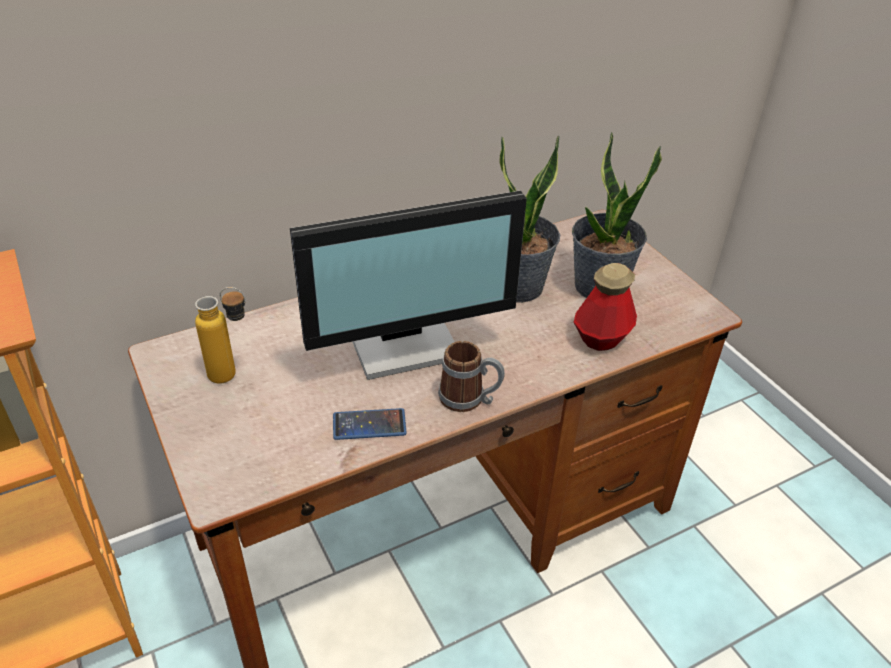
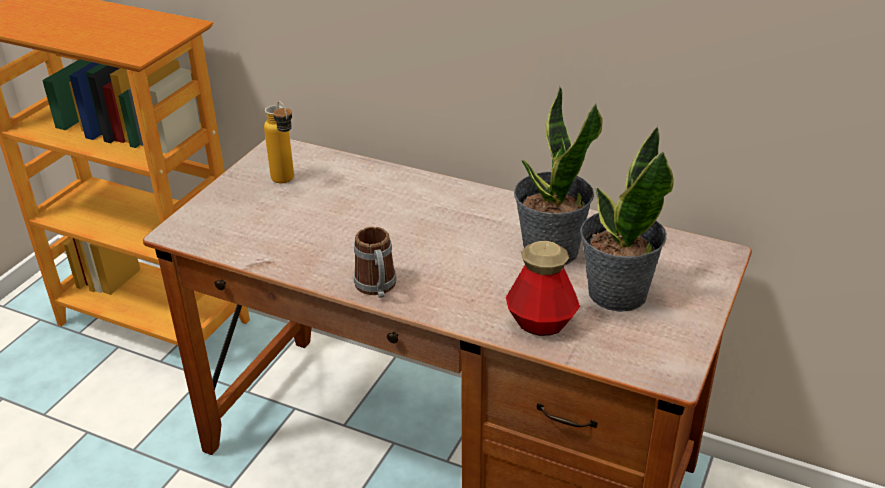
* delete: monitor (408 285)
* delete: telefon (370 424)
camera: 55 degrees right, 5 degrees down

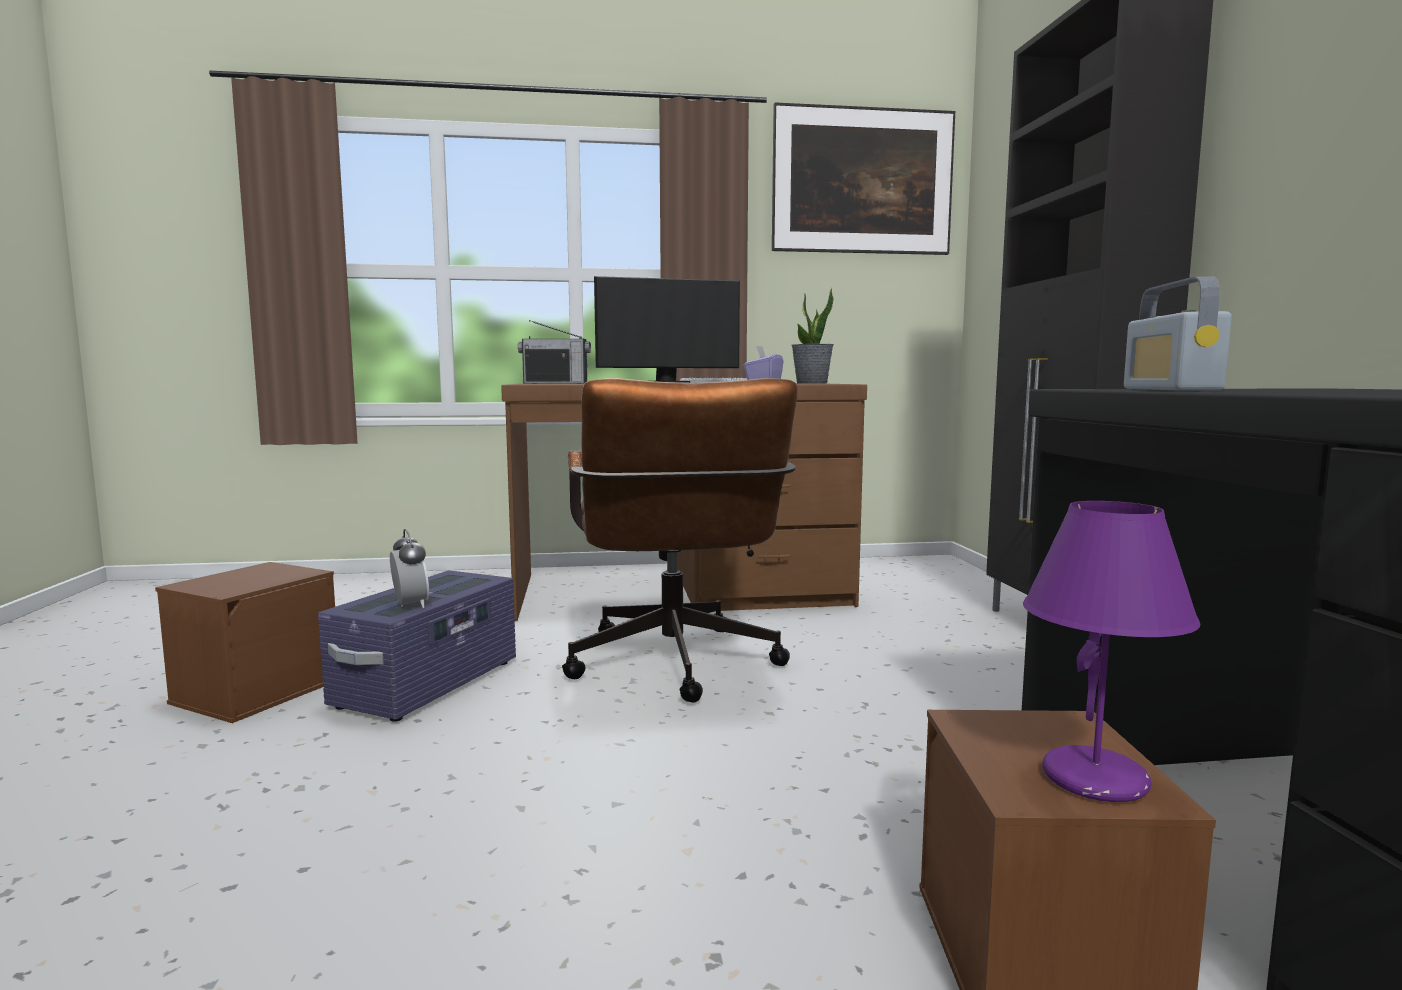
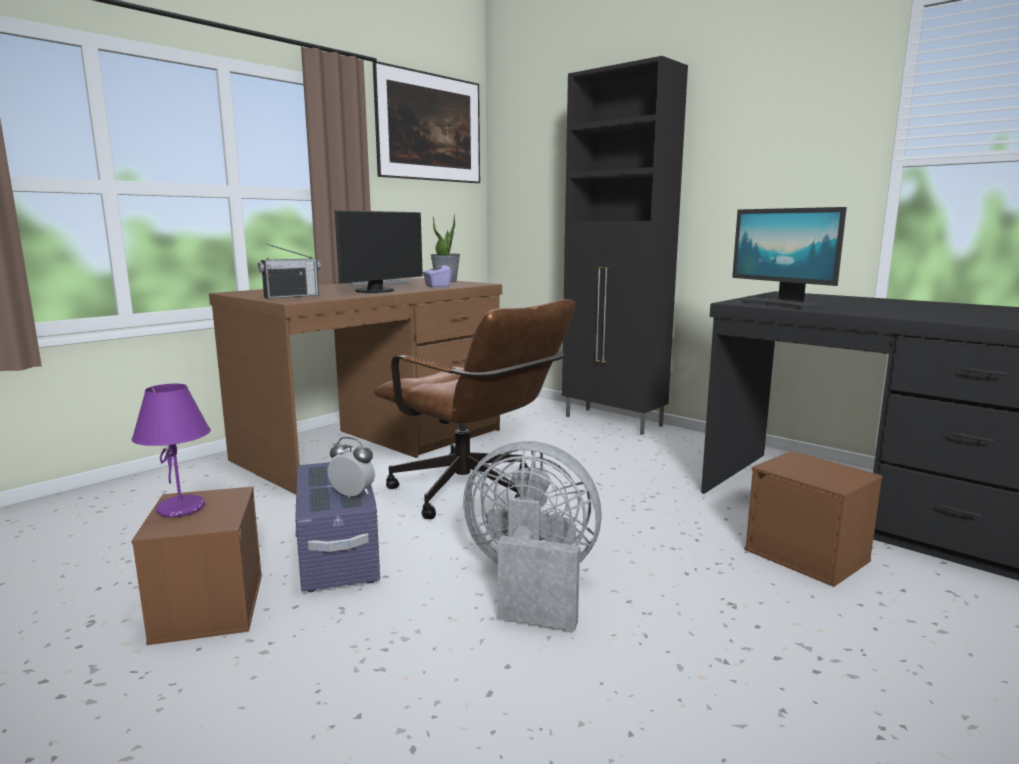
* move: lampa stołowa/fioletowy (1112 651) to (171 450)
* replace: radio (1178 334) to monitor (789 258)
* insert: wentylator/szary (532 536)
camera: 40 degrees left, 5 degrees up

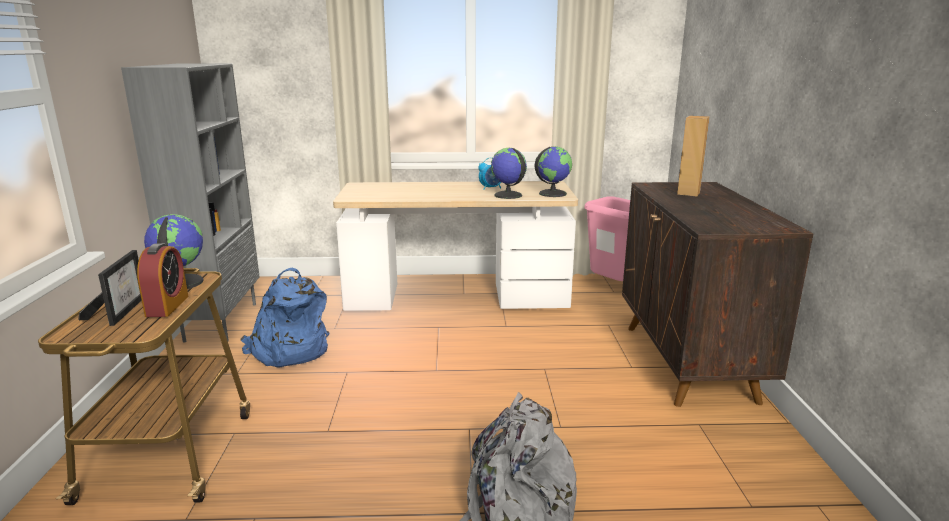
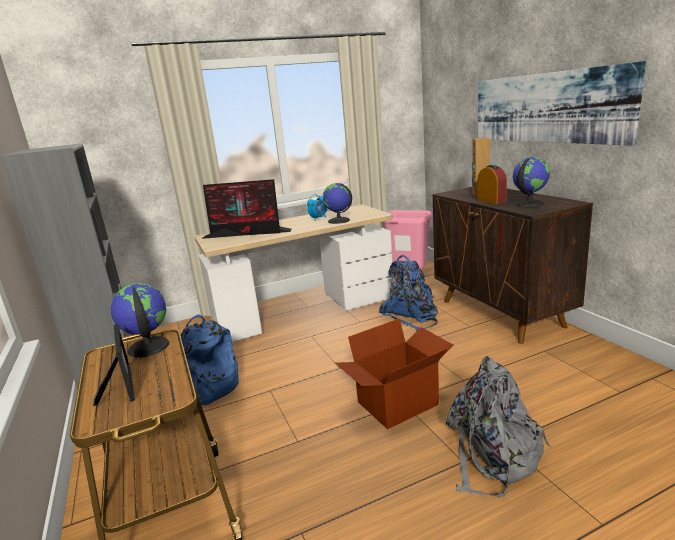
* move: budzik (162 280) to (492 184)
* move: globus (553 171) to (531 182)
* insert: monitor (247 209)
* insert: karton (394 374)
* insert: plecak/niebieski (408 293)
* insert: obraz (562 103)
camera: 20 degrees left, 0 degrees up

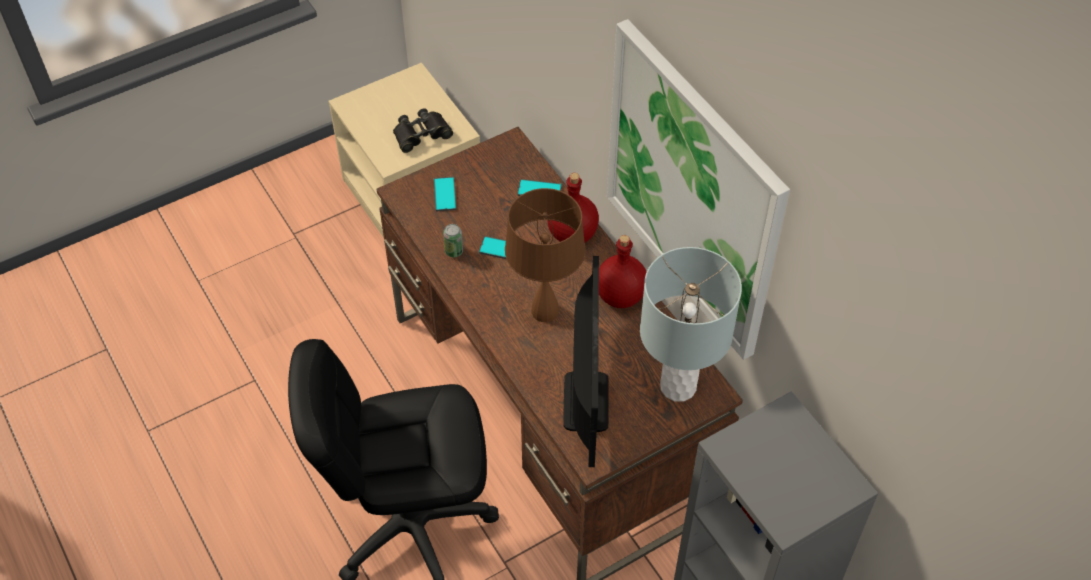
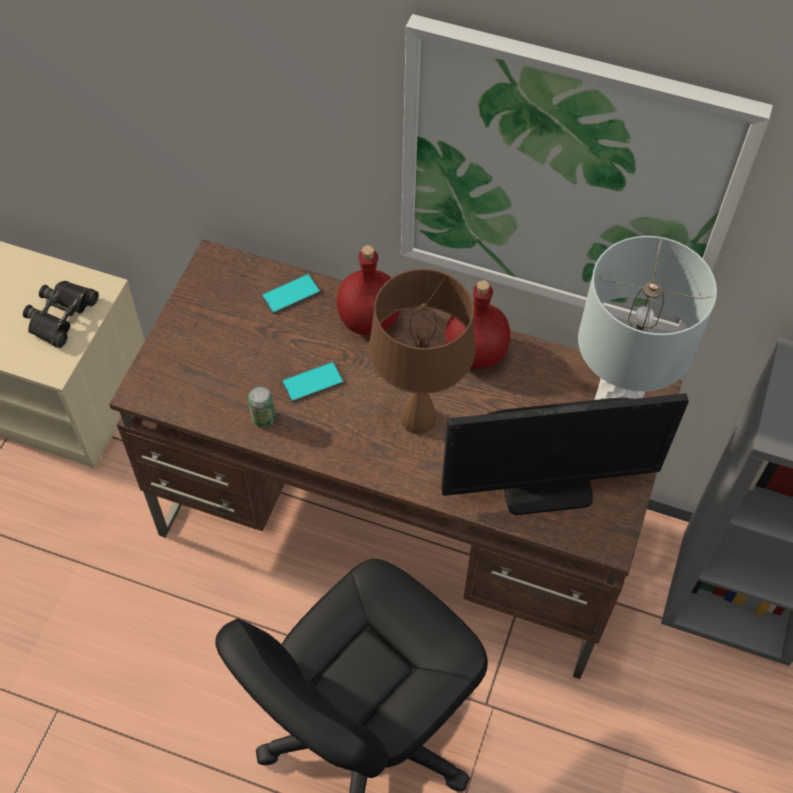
* delete: telefon (445 194)
* rotate: monitor (586 361) = (565 454) 120 degrees clockwise
camera: 40 degrees left, 5 degrees up

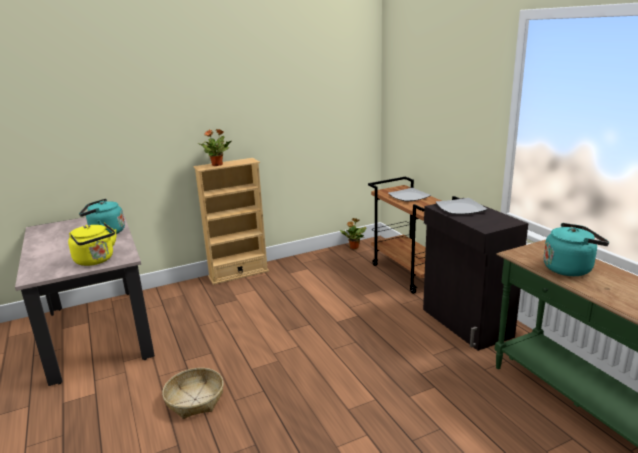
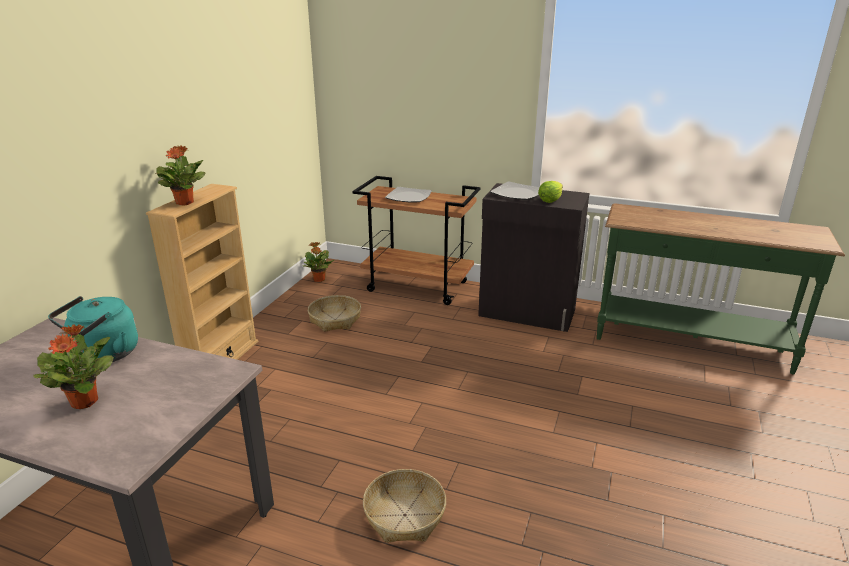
* delete: czajnik/żółty (92 244)
* delete: czajnik/turkusowy (576 249)
* insert: roślina doniczkowa (73 366)
* insert: koszyk (334 313)
* insert: sałata (550 192)
camera: 45 degrees left, 5 degrees up

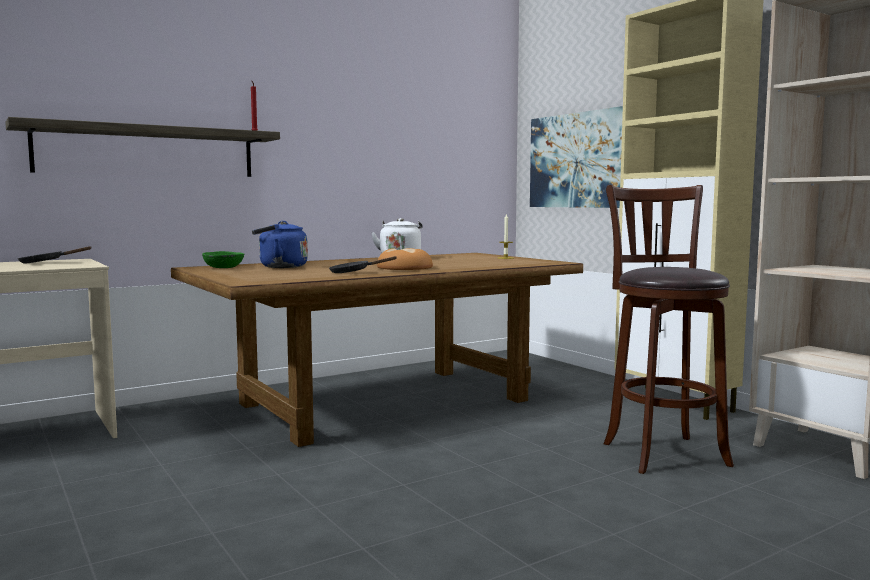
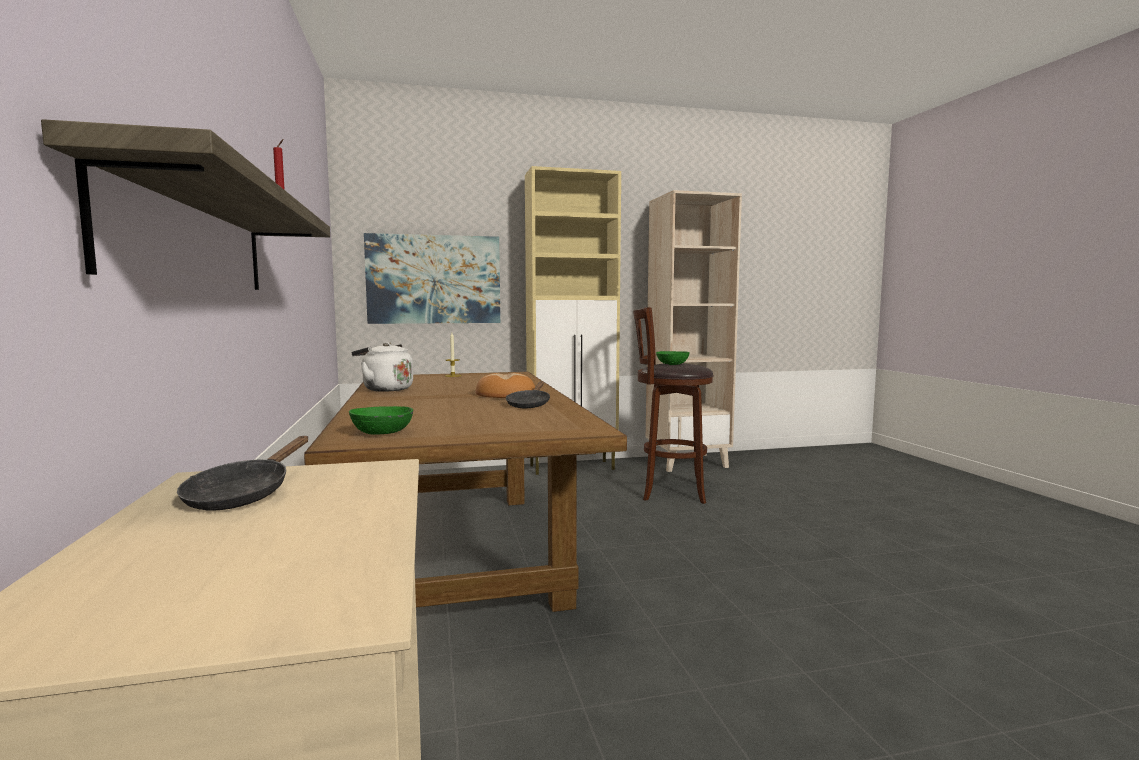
* delete: czajnik/niebieski (280 244)
* insert: miska/zielony (673 358)
camera: 70 degrees left, 0 degrees up

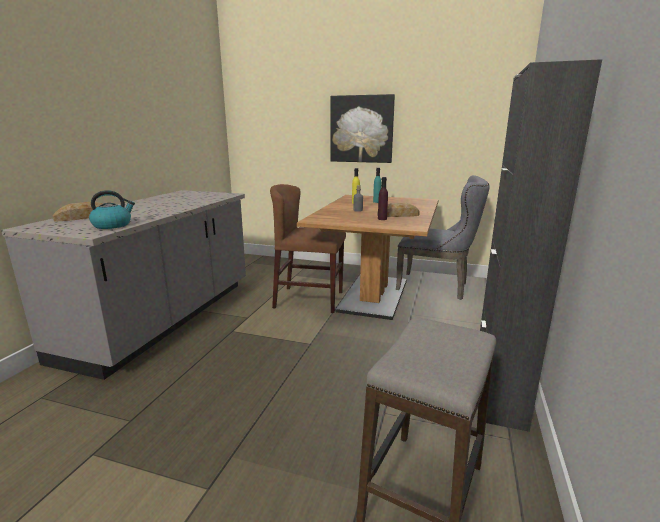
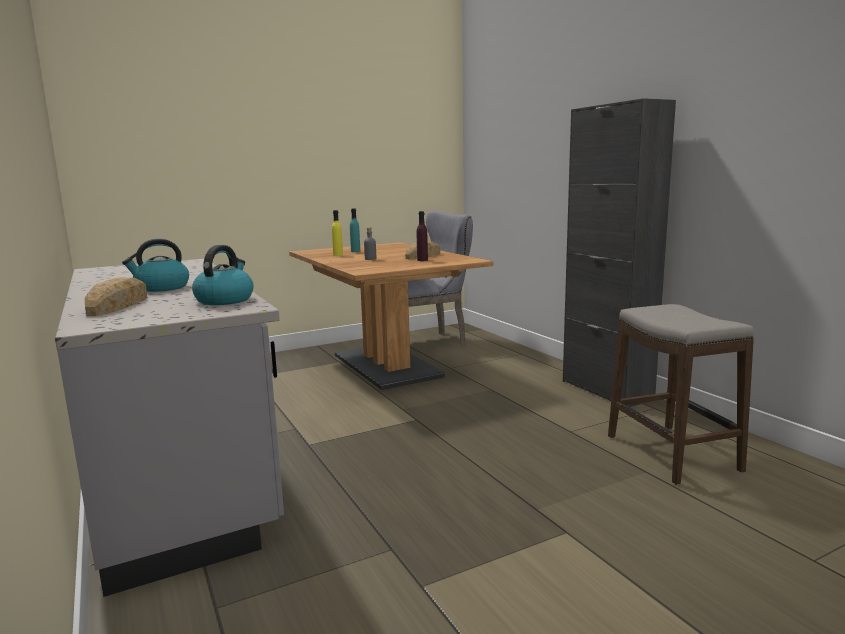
* delete: krzesło/brązowy (308 248)
* delete: obraz (362 128)
* insert: czajnik (155 265)
camera: 45 degrees left, 5 degrees down

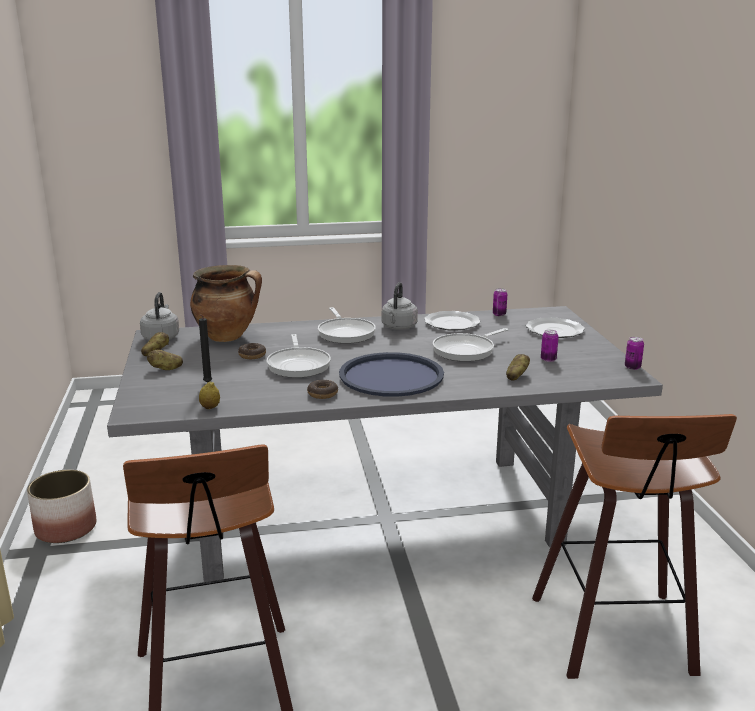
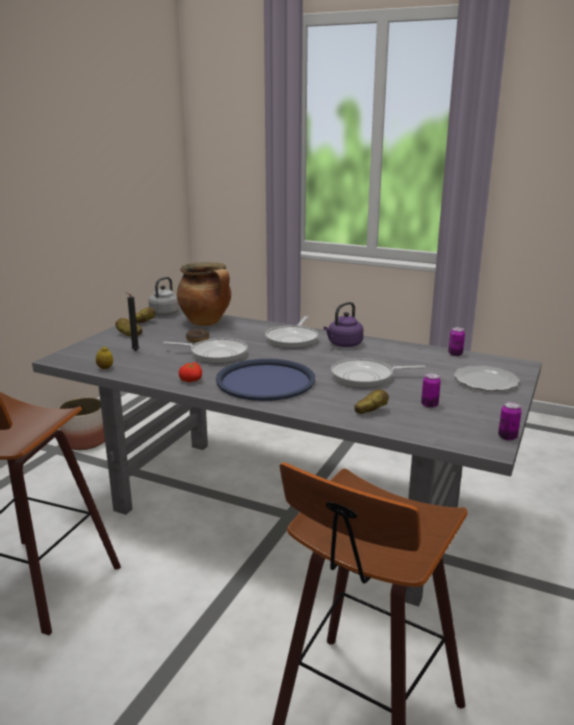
* rotate: patelnia (298 356) = (205 351) 105 degrees counterclockwise
* replace: donut (322 389) to pomidor (190 372)
* recolor: czajnik/szary (400 306) to czajnik/fioletowy (343 324)
* delete: talerz (452 321)
camera: 35 degrees right, 0 degrees up

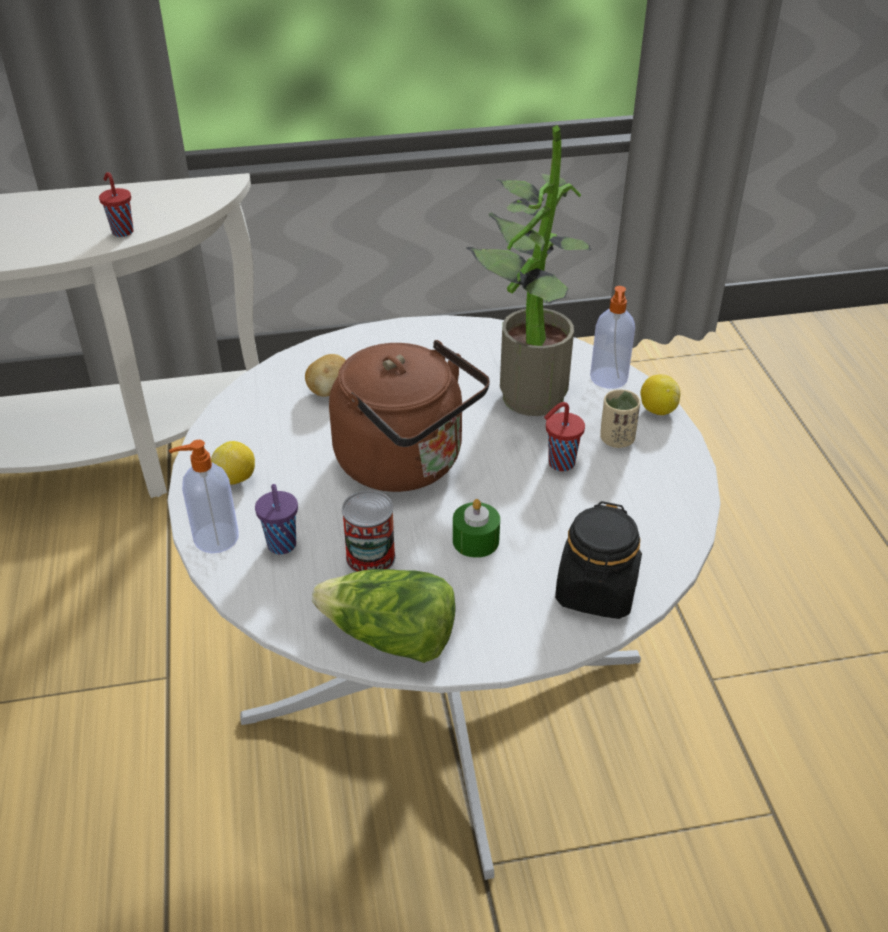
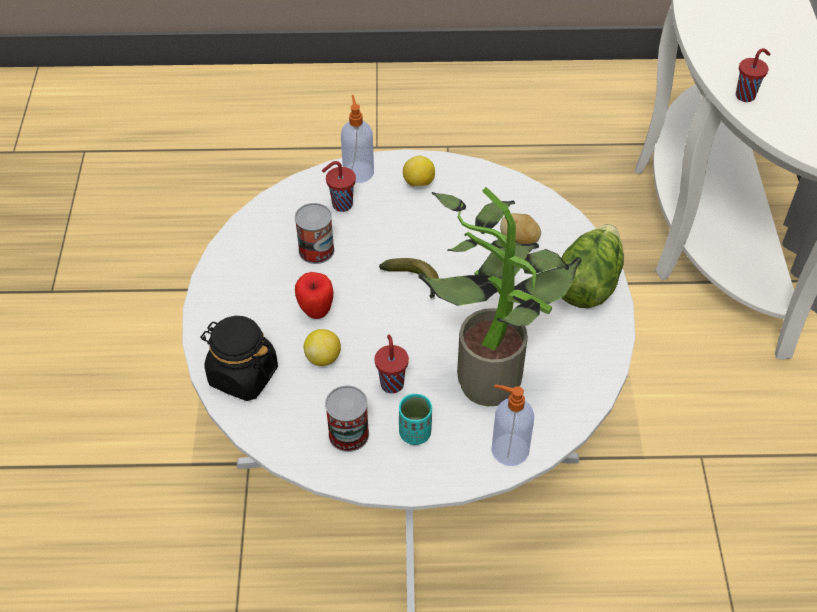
* recolor: filiżanka/fioletowy (276 519) to filiżanka/czerwony (339 186)
* move: sałata (383 616) to (593 266)
* replace: czajnik/brązowy (409 416) to banan (409 278)
* replace: świeca/zielony (476 528) to jabłko (314 295)
* recolor: filiżanka/beżowy (620 418) to filiżanka/turkusowy (415 419)
* move: cytryna (660 394) to (322 347)
* insert: puszka (347 419)
camera: 100 degrees right, 10 degrees up

